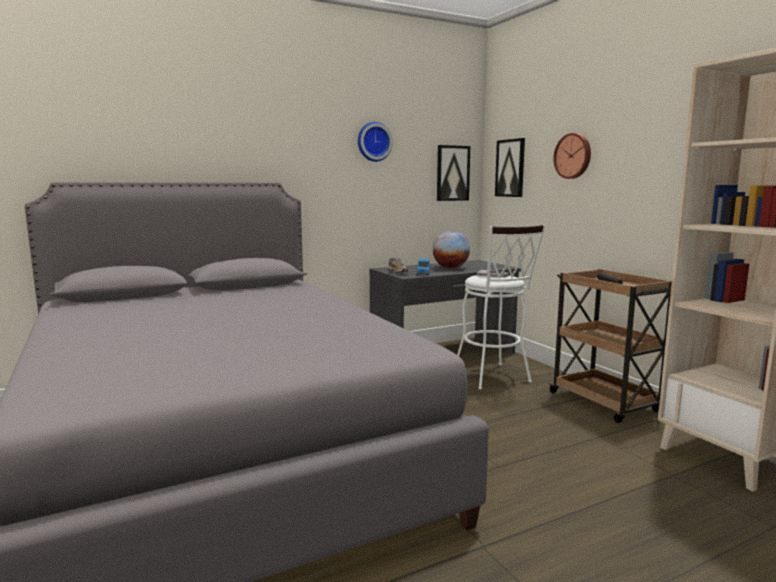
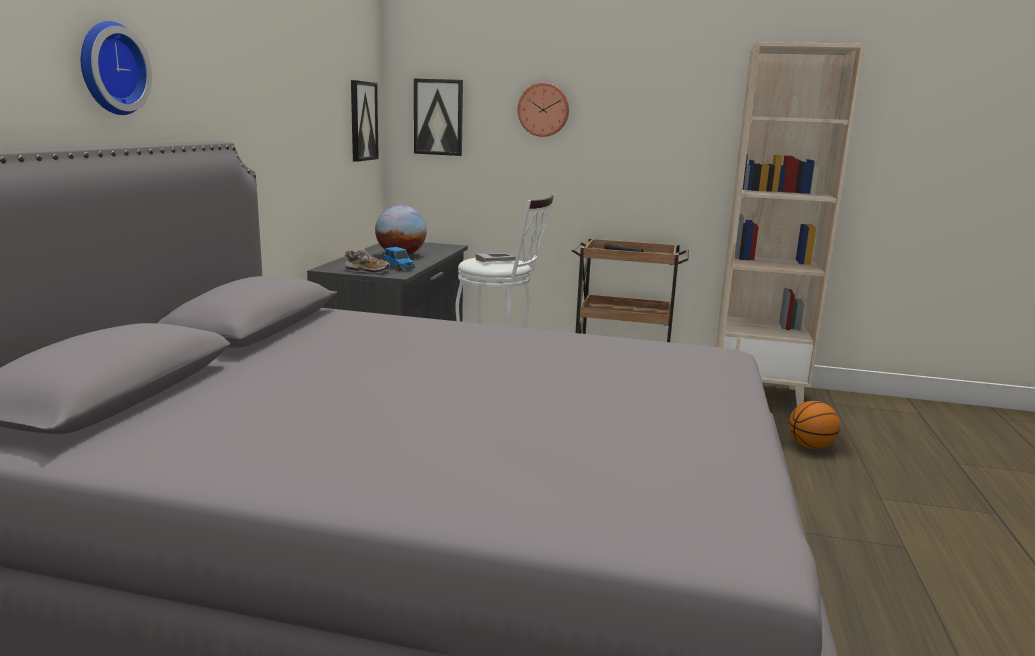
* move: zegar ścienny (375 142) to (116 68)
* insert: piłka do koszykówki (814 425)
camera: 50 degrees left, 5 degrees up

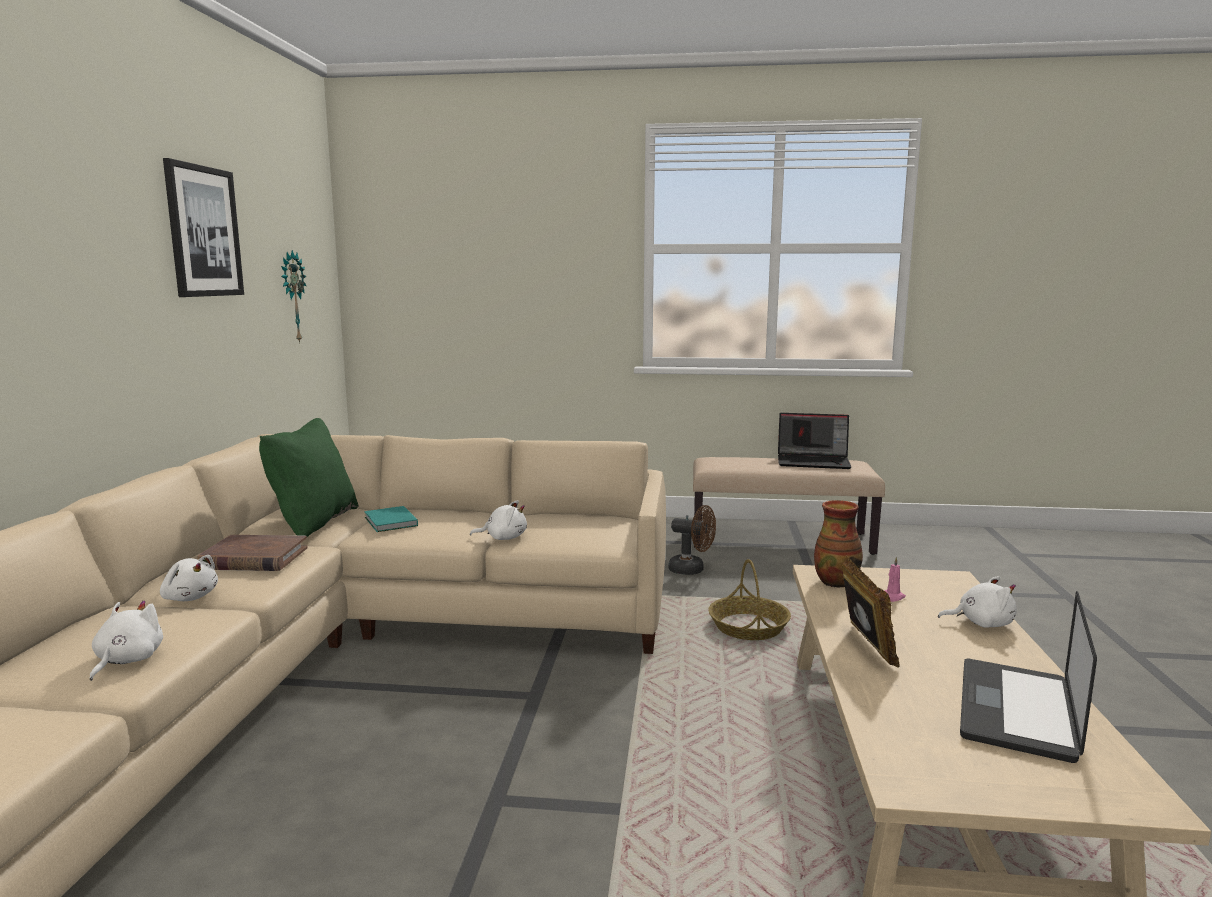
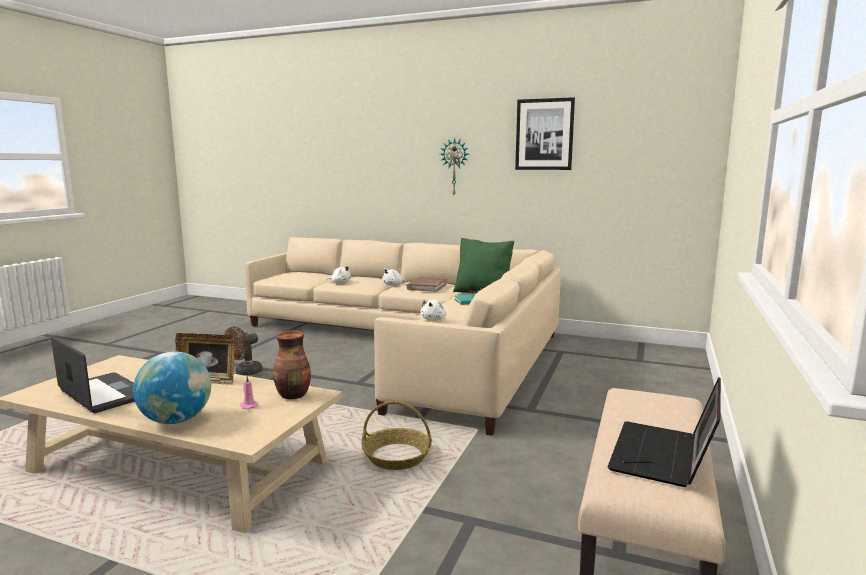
* move: zegar ścienny (294 297) to (454 166)
* move: wentylator/brązowy (692 540) to (244 351)
* replace: pluszak/biały (977 602) to globus (172 388)
camera: 105 degrees right, 0 degrees up

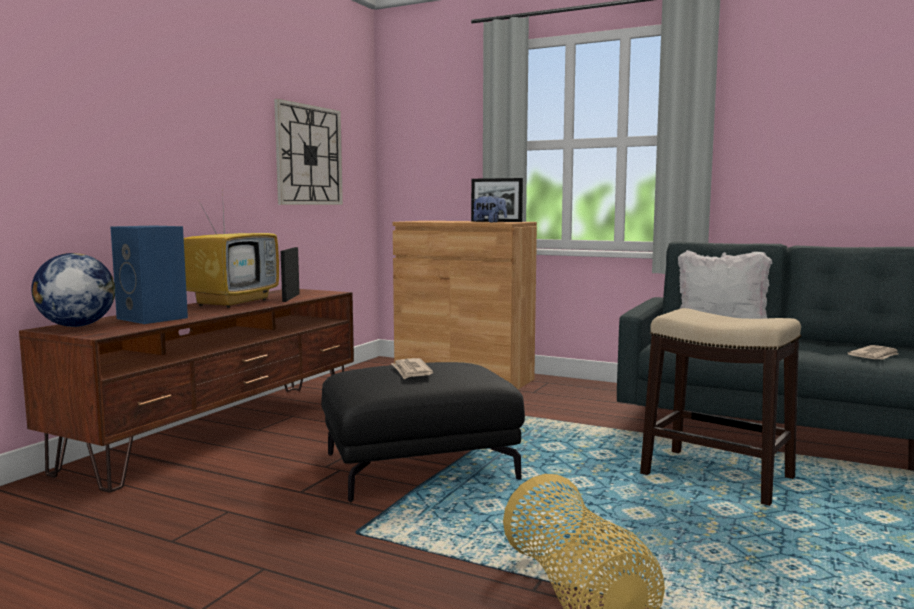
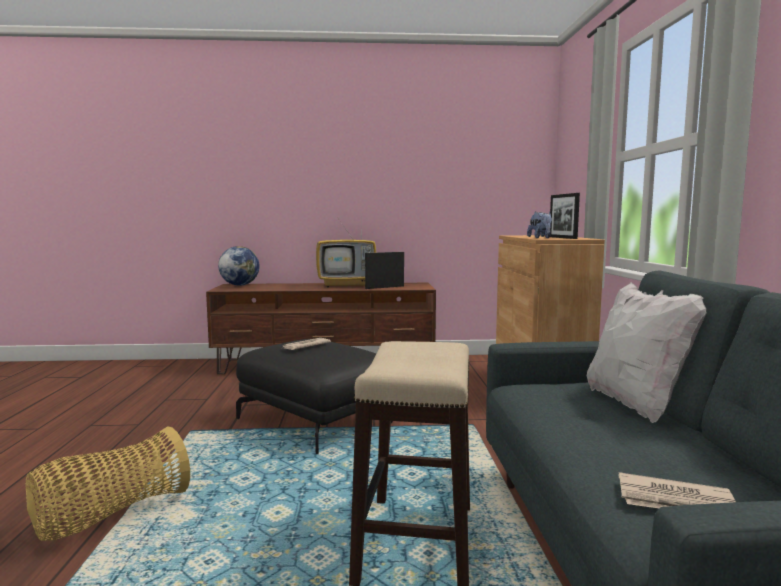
* delete: głośnik/niebieski (149 274)
* delete: zegar ścienny (308 152)
camera: 60 degrees right, 0 degrees up

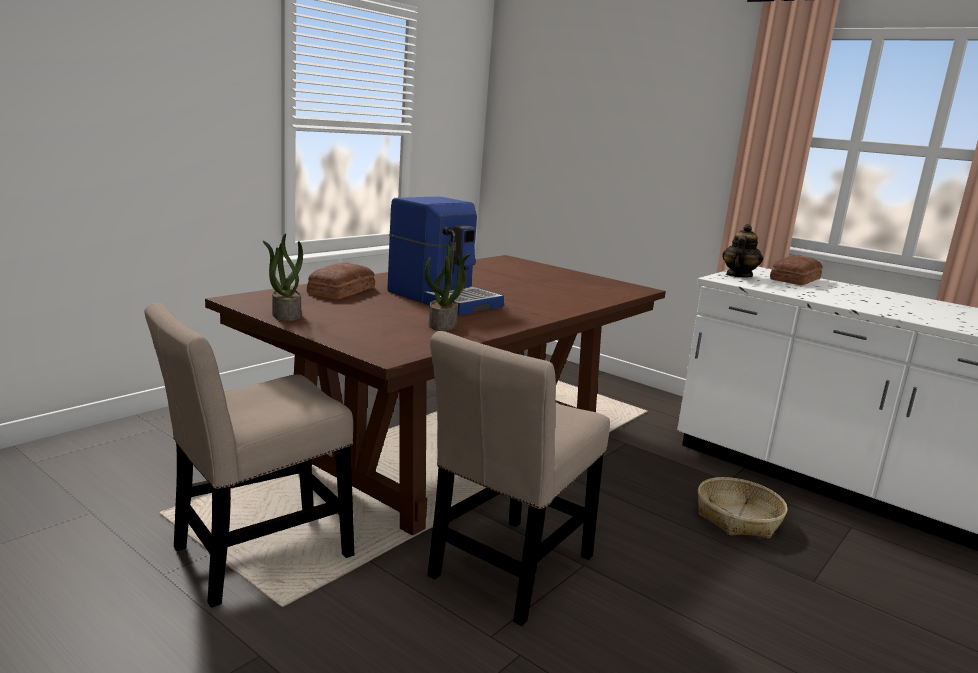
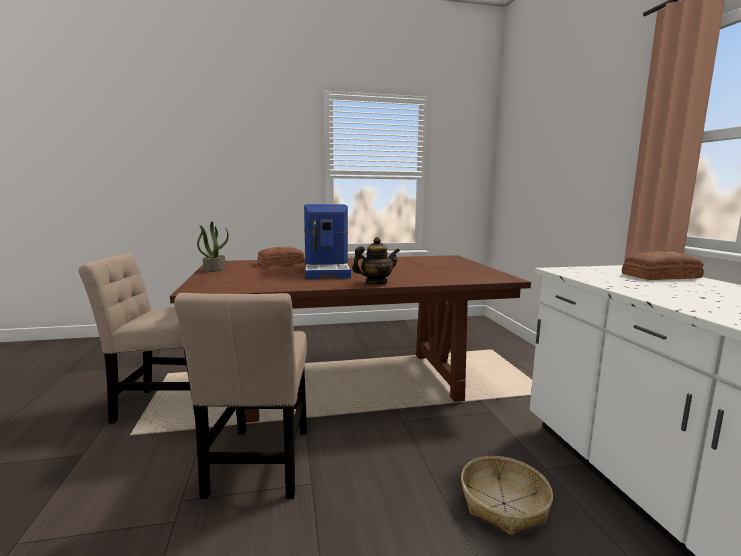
* delete: roślina doniczkowa (448 288)
* rotate: krzesło/beżowy (519 478) = (240 396) 75 degrees counterclockwise
* move: imbryk (742 251) to (376 260)
camera: 40 degrees right, 5 degrees down

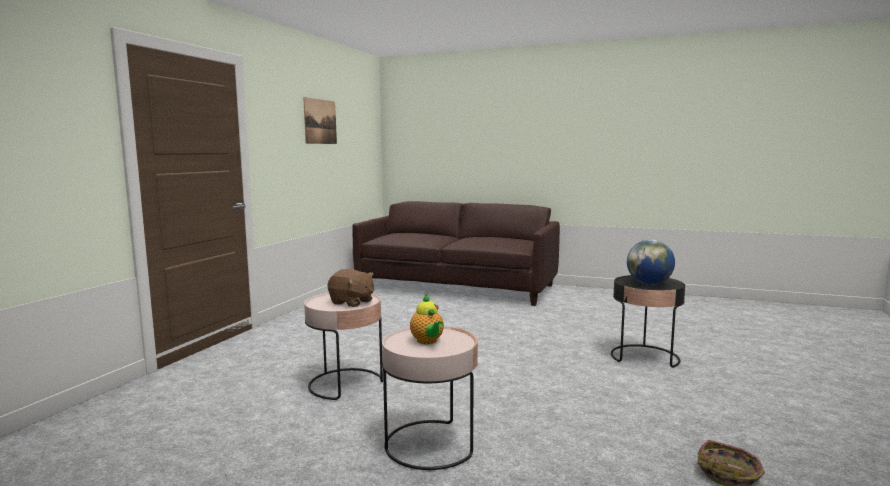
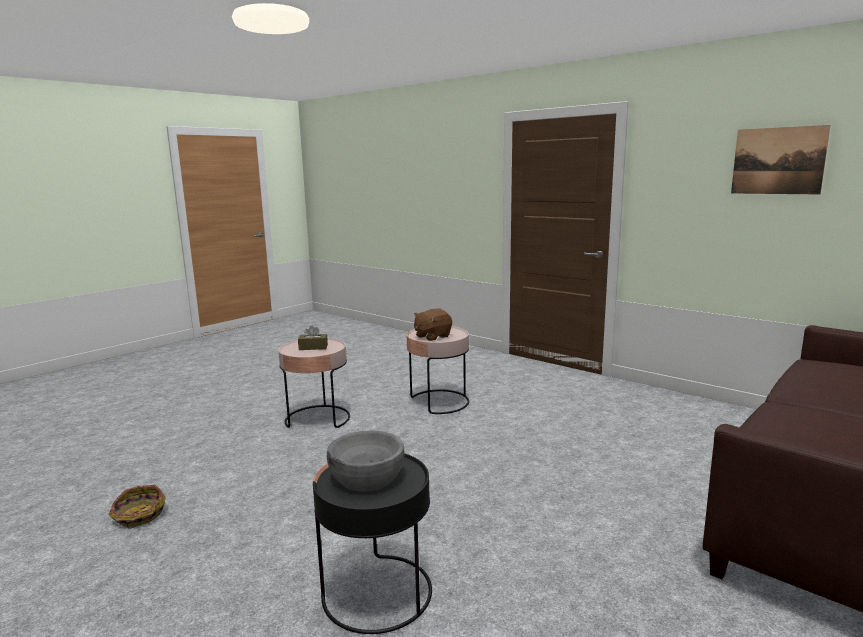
* replace: imbryk (427 319) to pudełko chusteczek/brązowy (313 338)
* replace: globus (651 262) to miska/szary (365 461)
camera: 110 degrees right, 5 degrees up

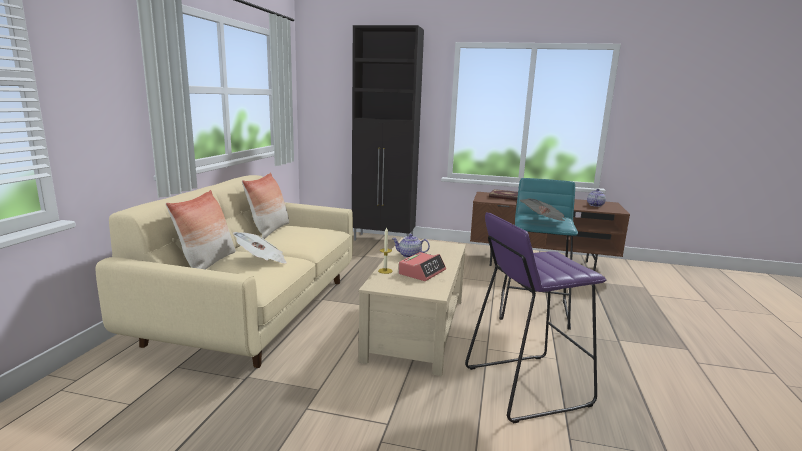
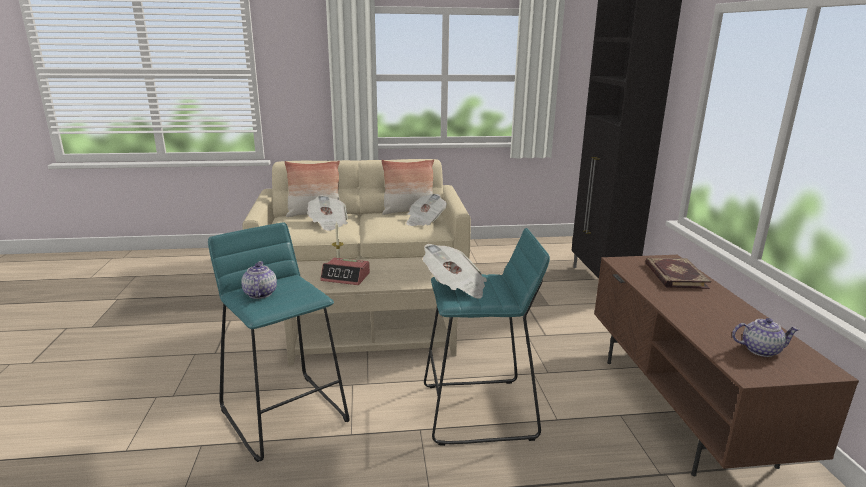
* move: imbryk (411 246) to (259 280)
* recolor: stołek/fioletowy (535 317) to stołek/turkusowy (278 342)
* insert: gazeta (426 210)
camera: 70 degrees right, 5 degrees up

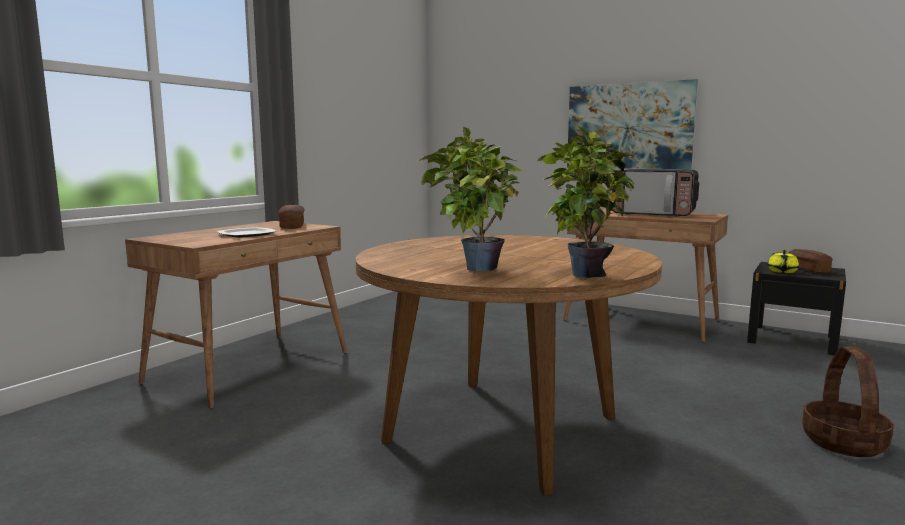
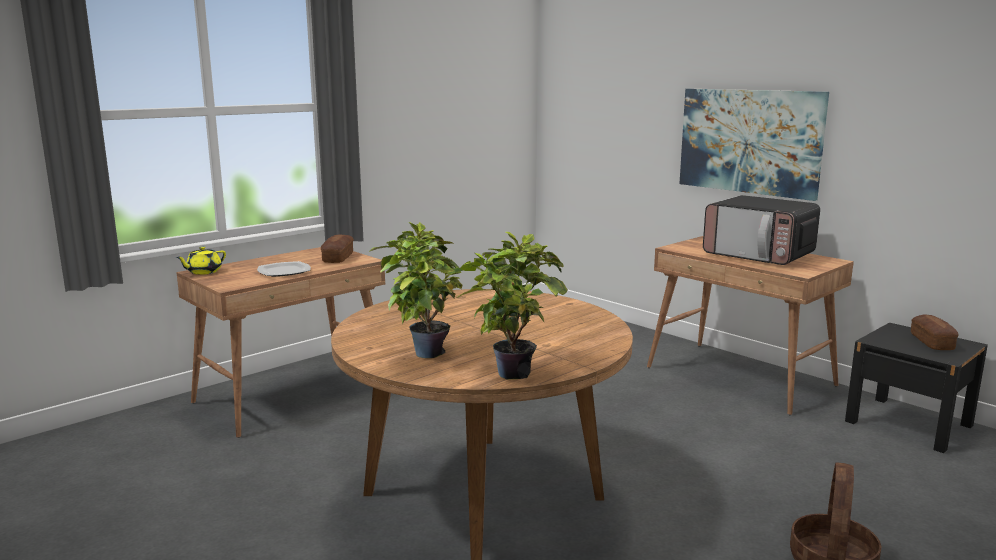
* move: imbryk/żółty (783 261) to (201 260)
camera: 15 degrees right, 5 degrees up

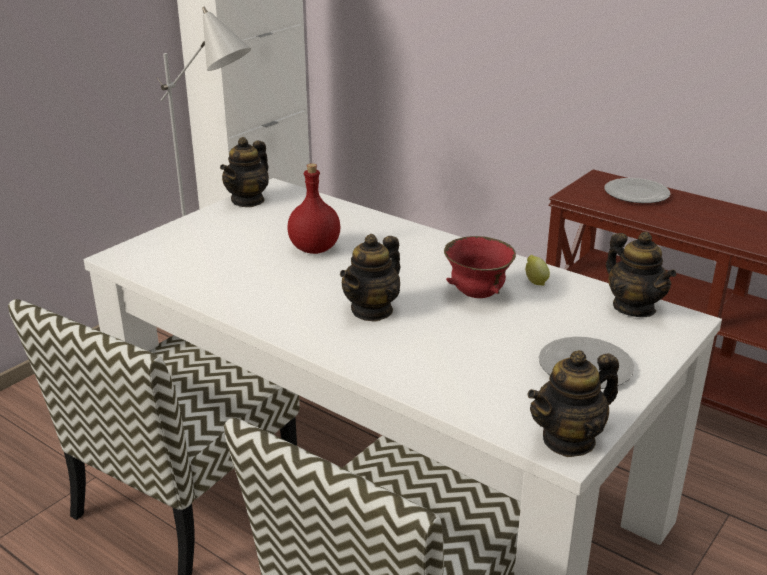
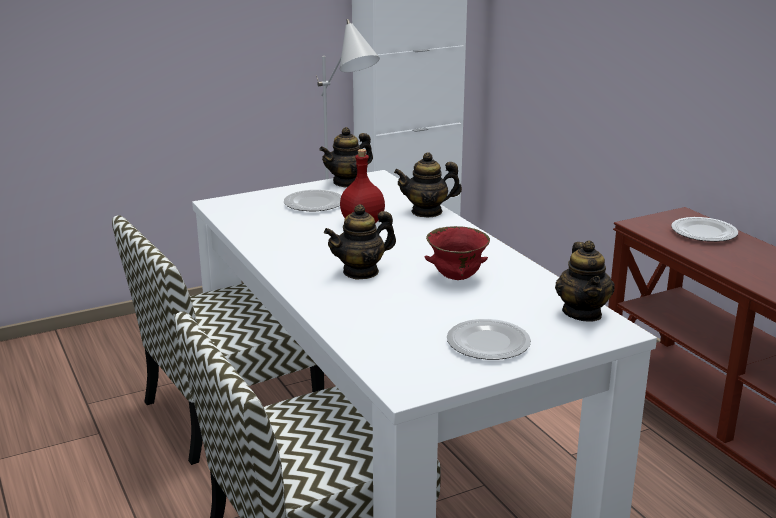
* delete: cytryna (537 270)
* move: imbryk (573 403) to (428 184)
* insert: talerz (313 200)
camera: 25 degrees right, 5 degrees down

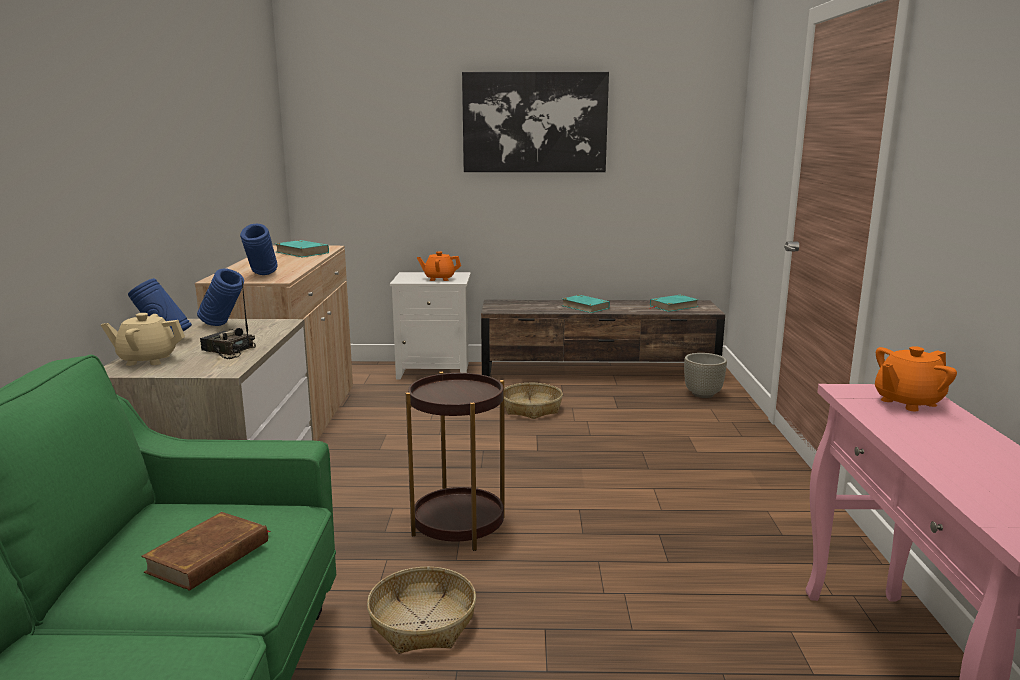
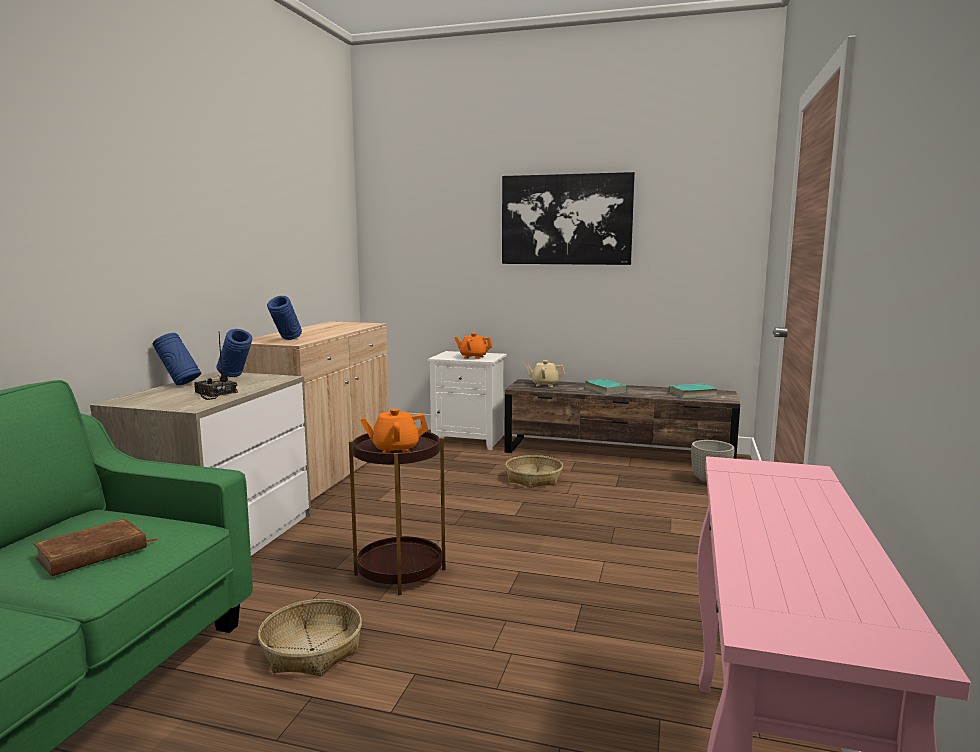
* move: imbryk/beżowy (143 339) to (545 373)
* delete: książka/turkusowy (302 248)
* move: imbryk/pomarańczowy (916 378) to (394 430)
camera: 15 degrees right, 5 degrees down

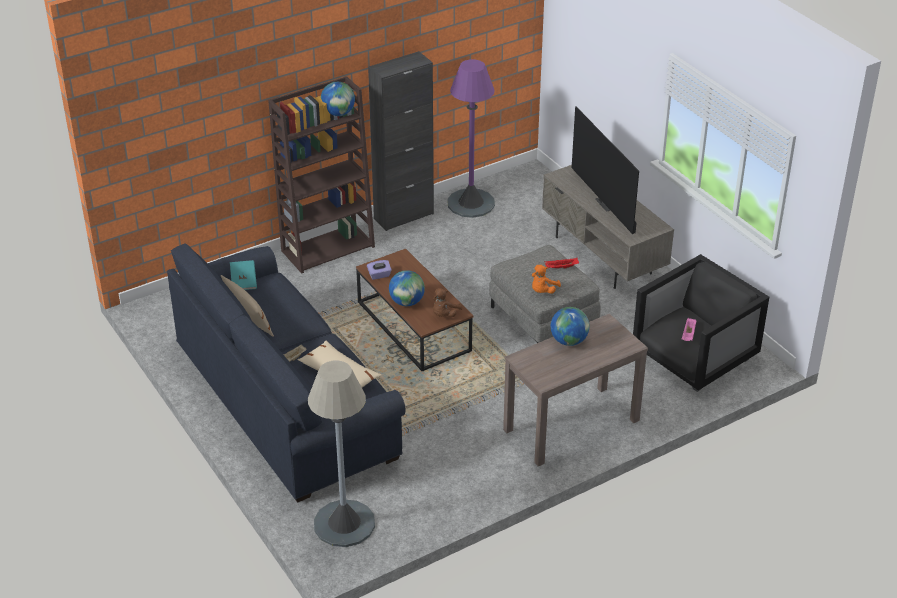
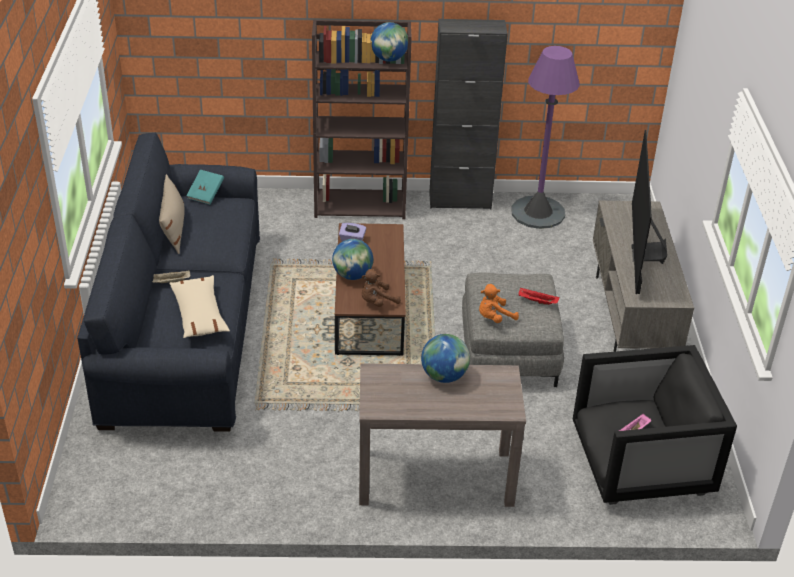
* delete: lampa stojąca/szary (341 453)
camera: 30 degrees right, 0 degrees up

